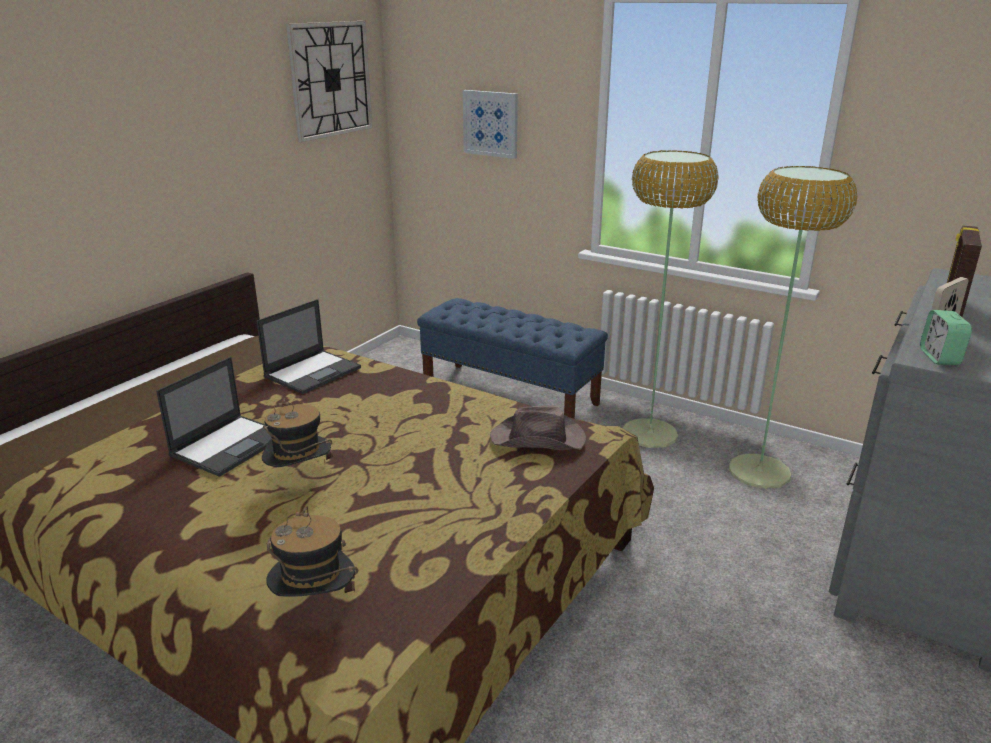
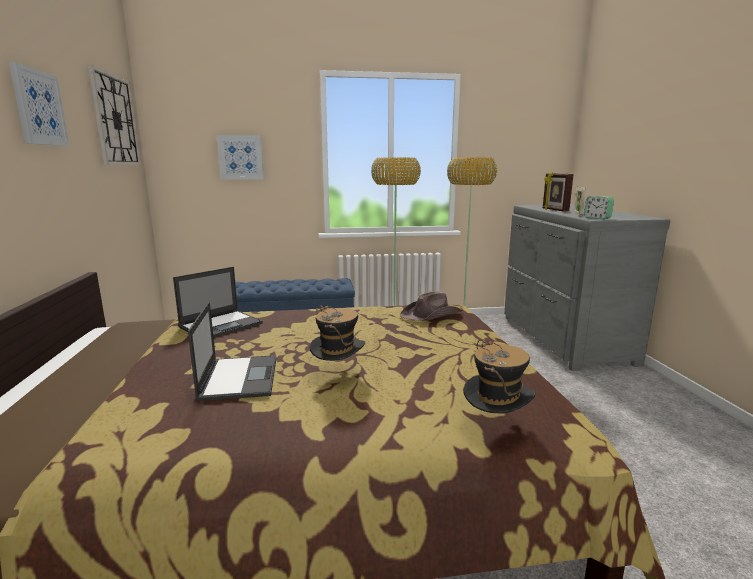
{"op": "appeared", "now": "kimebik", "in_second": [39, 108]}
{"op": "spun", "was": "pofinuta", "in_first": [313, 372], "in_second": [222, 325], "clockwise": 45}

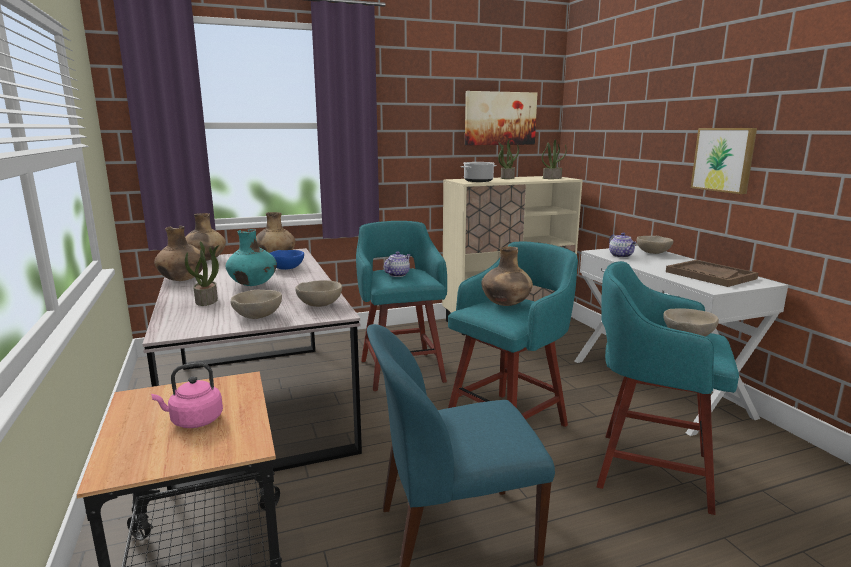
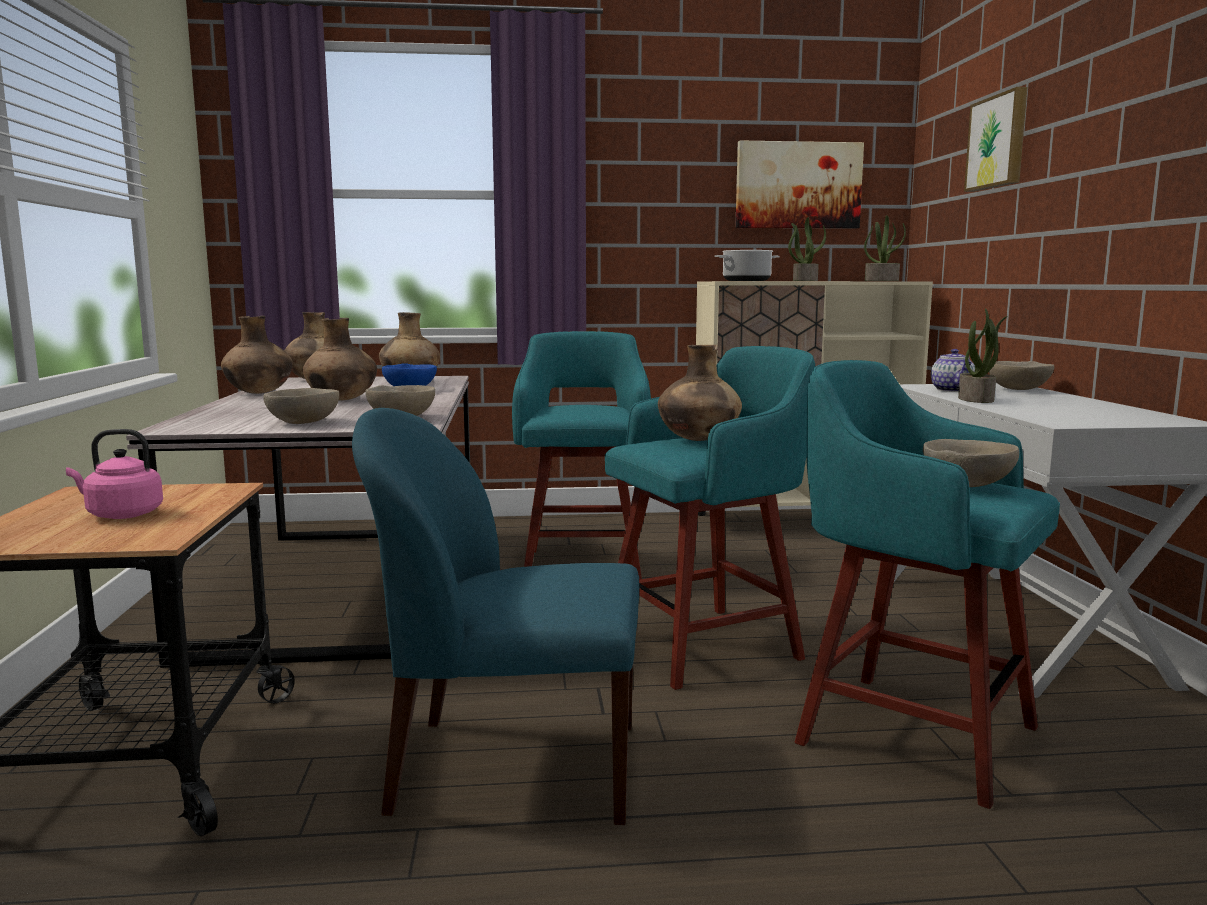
{"op": "colour", "was": "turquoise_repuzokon", "now": "brown_repuzokon", "in_first": [253, 285], "in_second": [342, 400]}
{"op": "relocated", "was": "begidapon", "in_first": [207, 301], "in_second": [977, 399]}
{"op": "relocated", "was": "kimebik", "in_first": [724, 159], "in_second": [999, 142]}
{"op": "missing", "was": "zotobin", "in_first": [397, 274]}
{"op": "missing", "was": "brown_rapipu", "in_first": [710, 275]}

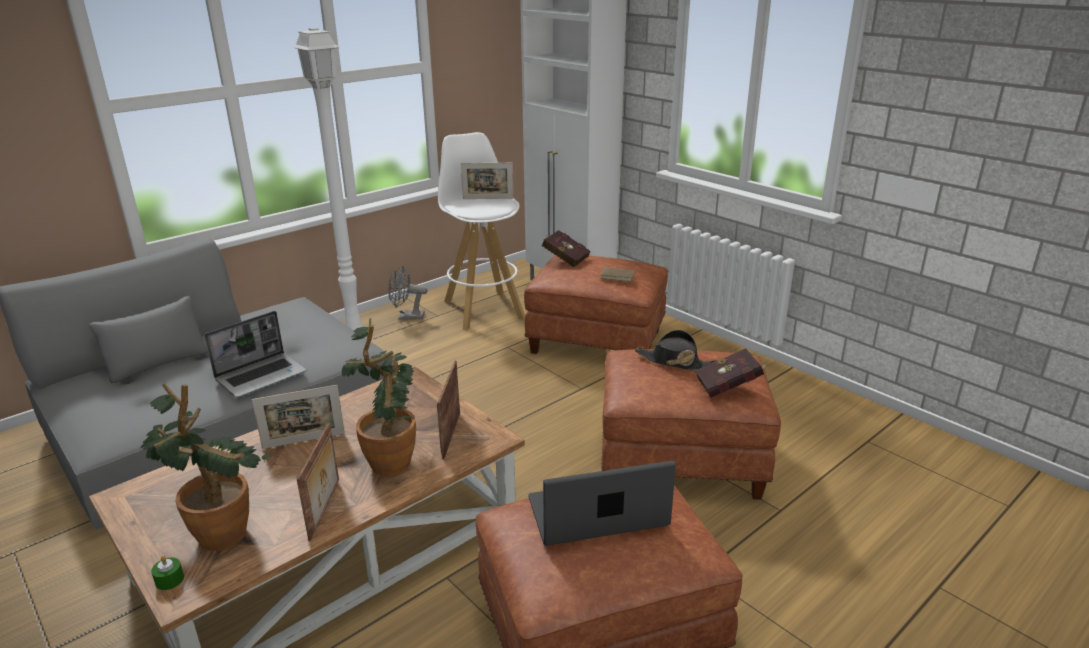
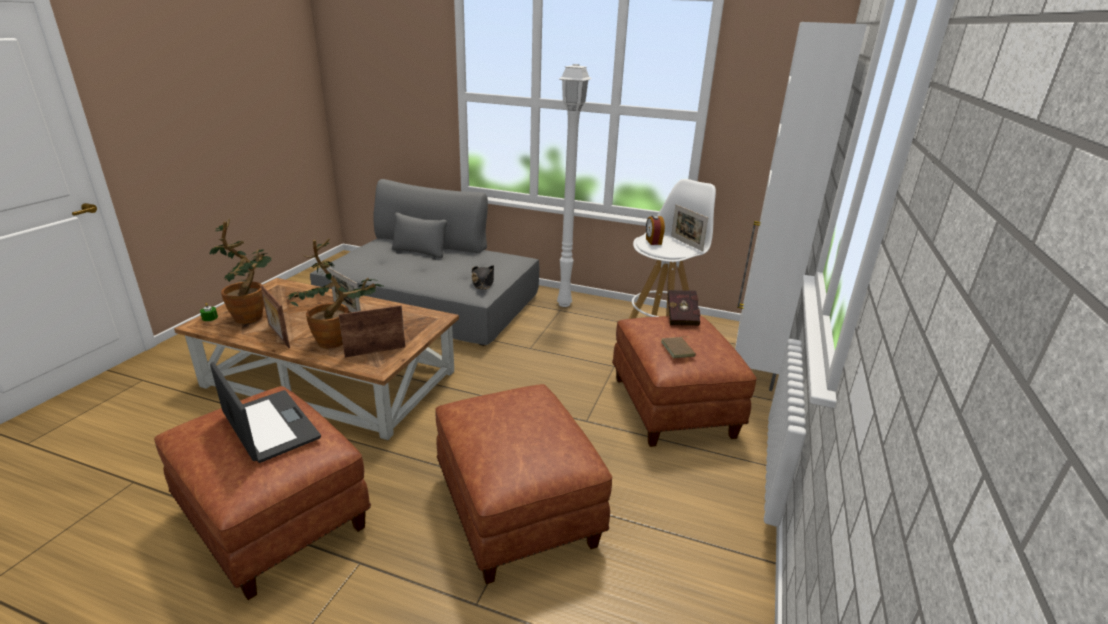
{"op": "spun", "was": "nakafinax", "in_first": [326, 509], "in_second": [278, 336], "clockwise": 75}
{"op": "relocated", "was": "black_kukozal", "in_first": [674, 361], "in_second": [483, 282]}
{"op": "appeared", "now": "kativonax", "in_second": [653, 241]}
{"op": "missing", "was": "pofinuta", "in_first": [262, 376]}
{"op": "missing", "was": "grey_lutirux", "in_first": [407, 317]}
{"op": "missing", "was": "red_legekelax", "in_first": [730, 387]}

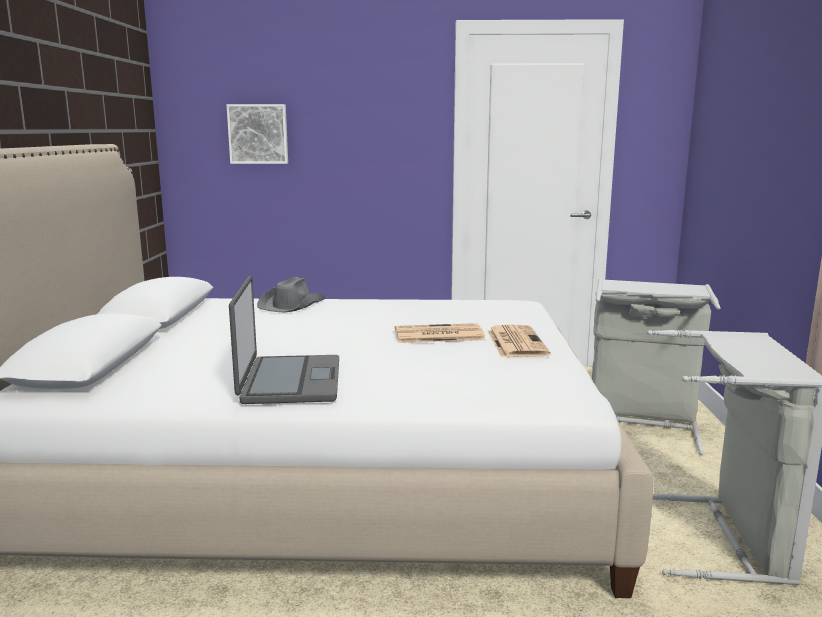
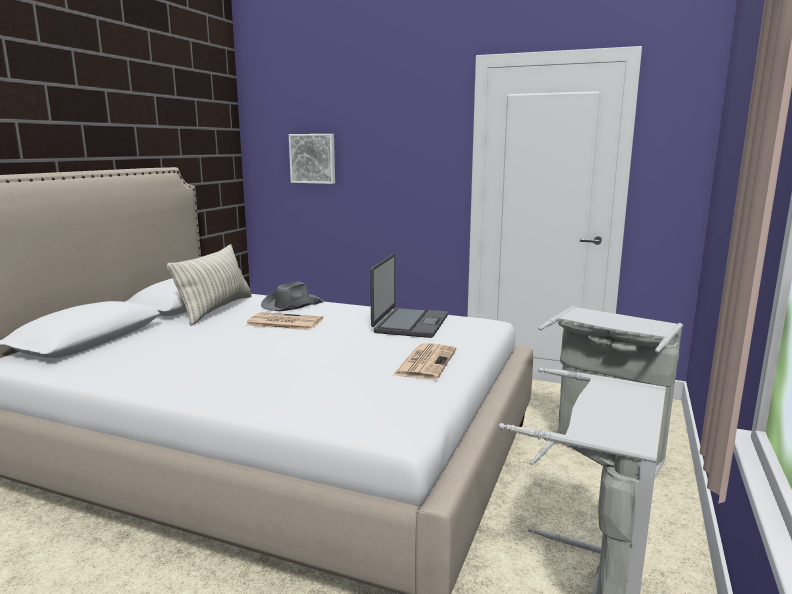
{"op": "appeared", "now": "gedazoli", "in_second": [216, 309]}
{"op": "relocated", "was": "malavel", "in_first": [437, 335], "in_second": [283, 322]}
{"op": "relocated", "was": "pofinuta", "in_first": [289, 381], "in_second": [410, 324]}

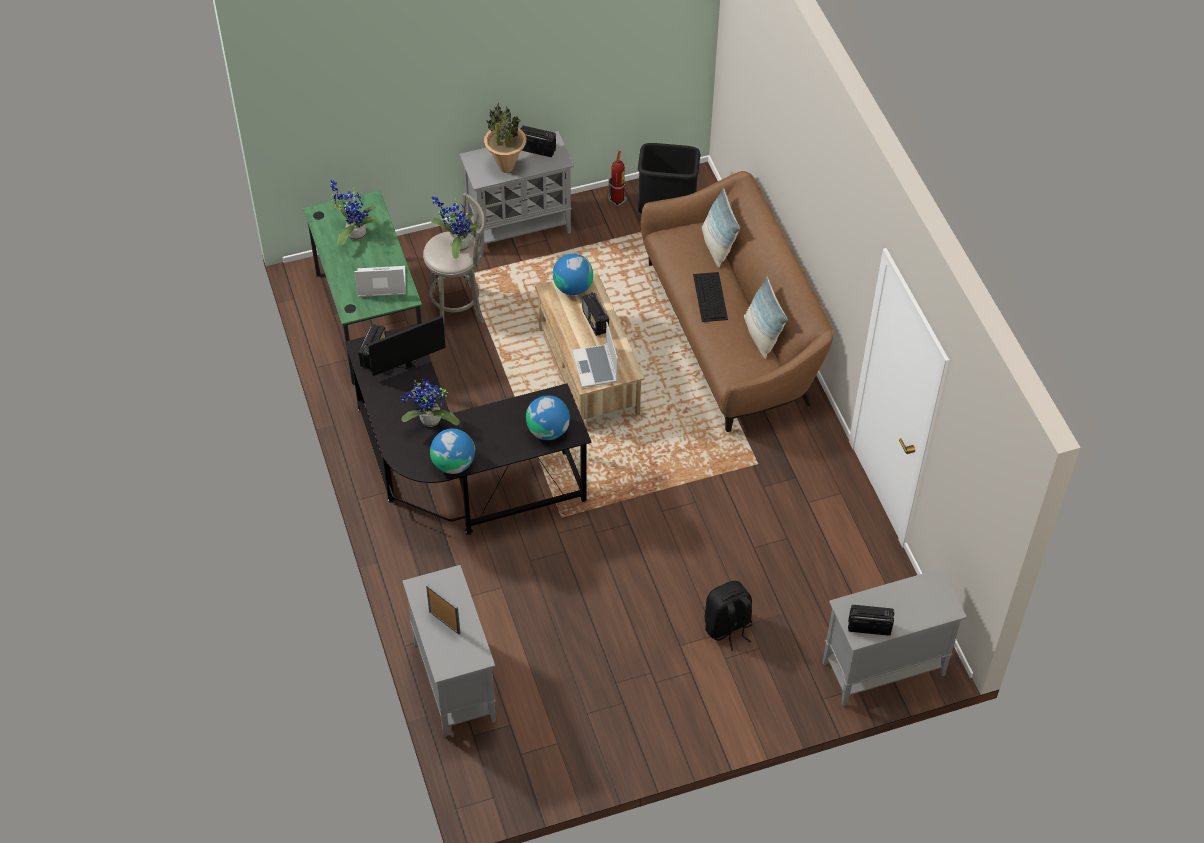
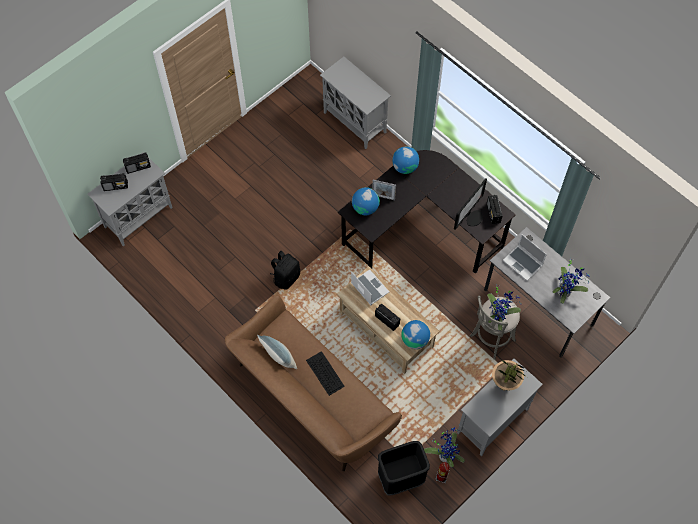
{"op": "relocated", "was": "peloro", "in_first": [537, 149], "in_second": [116, 186]}
{"op": "relocated", "was": "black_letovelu", "in_first": [728, 627], "in_second": [286, 277]}
{"op": "relocated", "was": "nakafinax", "in_first": [444, 622], "in_second": [383, 197]}
{"op": "relocated", "was": "begidapon", "in_first": [429, 422], "in_second": [445, 454]}
{"op": "colour", "was": "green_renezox", "now": "grey_renezox", "in_first": [370, 319], "in_second": [538, 307]}
{"op": "spun", "was": "pofinuta", "in_first": [380, 283], "in_second": [523, 263], "clockwise": 75}
{"op": "missing", "was": "gedazoli", "in_first": [717, 246]}

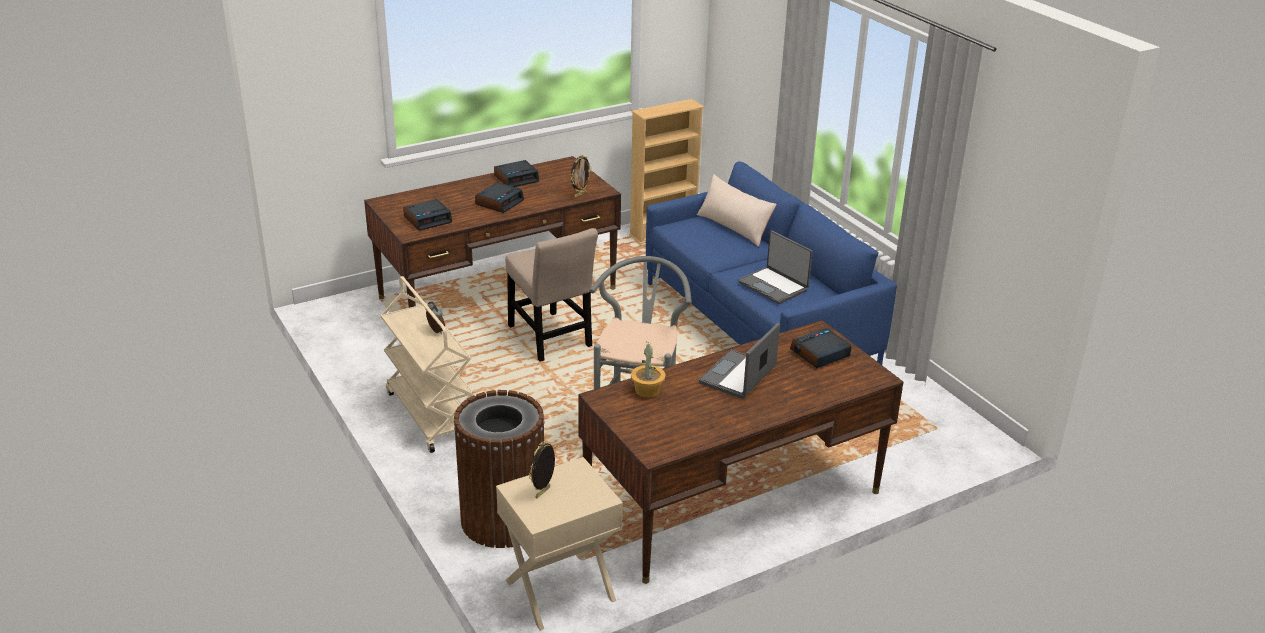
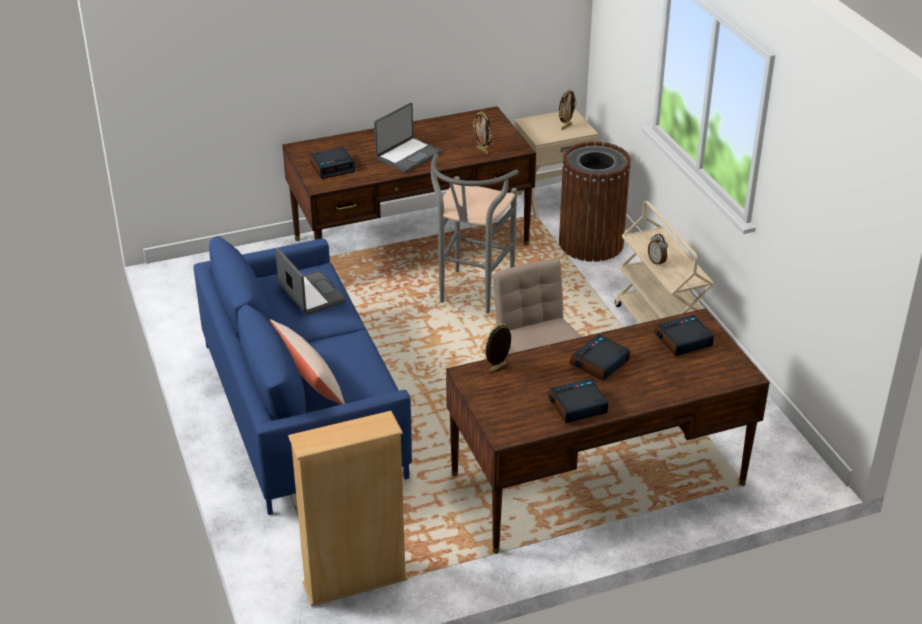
{"op": "exchanged", "was": "begidapon", "now": "nakafinax", "in_first": [647, 390], "in_second": [483, 151]}

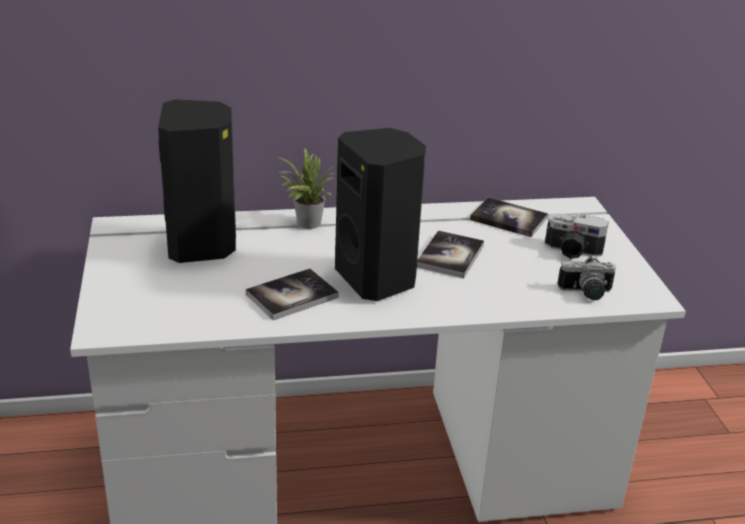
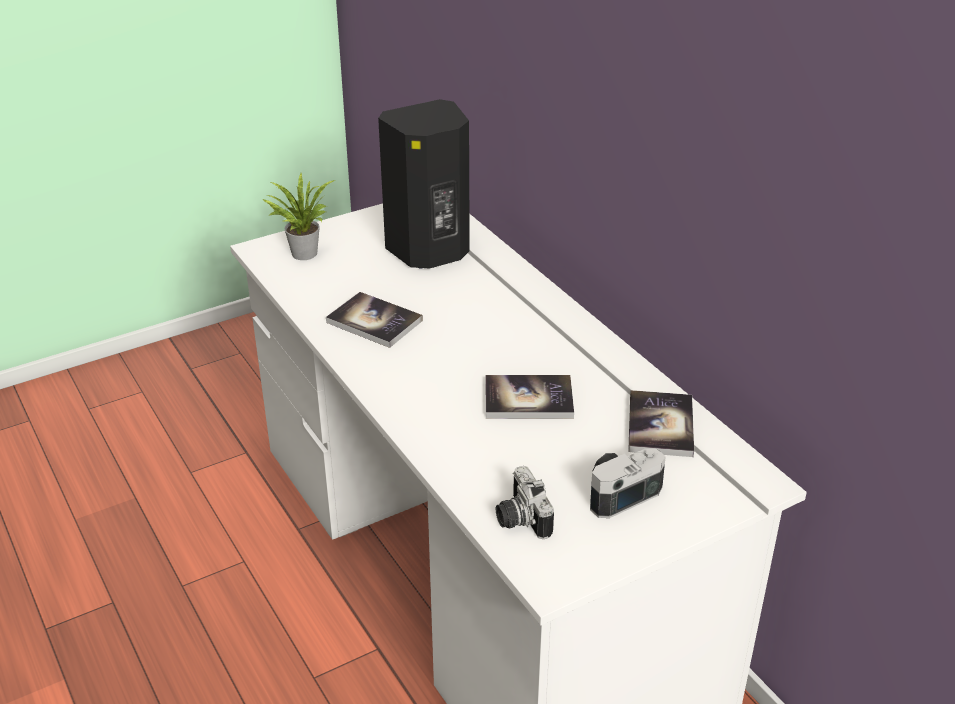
{"op": "relocated", "was": "begidapon", "in_first": [305, 223], "in_second": [302, 252]}
{"op": "spun", "was": "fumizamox", "in_first": [572, 251], "in_second": [619, 492], "clockwise": 60}
{"op": "missing", "was": "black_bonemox", "in_first": [378, 279]}

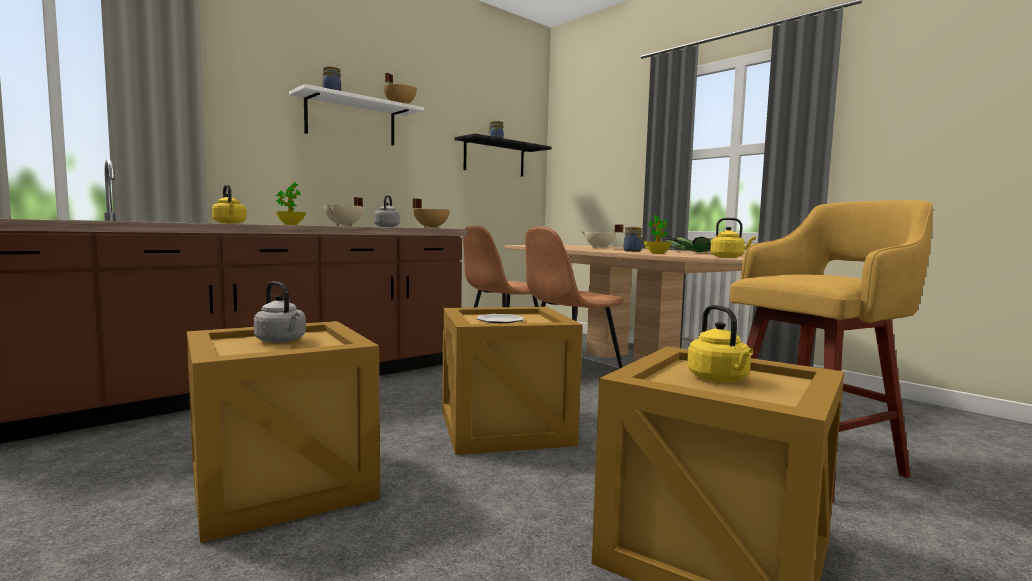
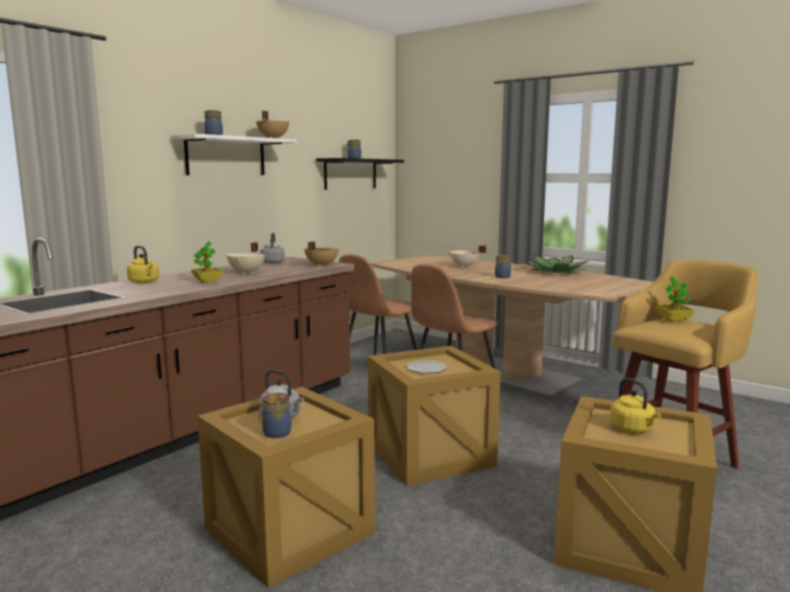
{"op": "appeared", "now": "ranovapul", "in_second": [275, 433]}
{"op": "relocated", "was": "begidapon", "in_first": [657, 253], "in_second": [674, 320]}
{"op": "missing", "was": "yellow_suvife", "in_first": [729, 257]}

